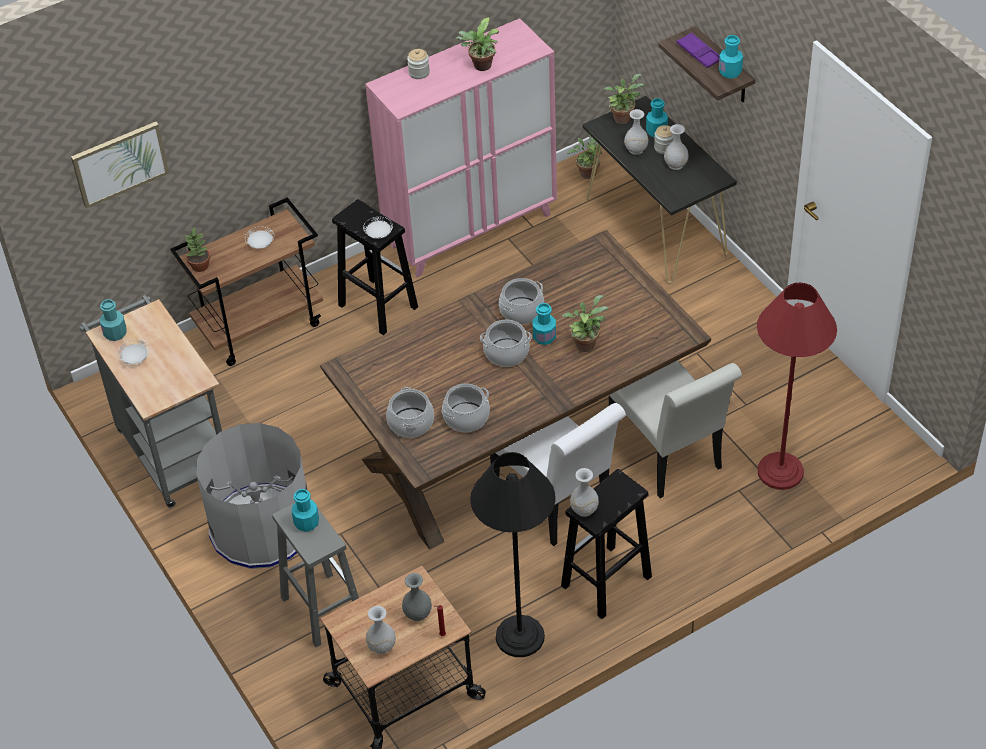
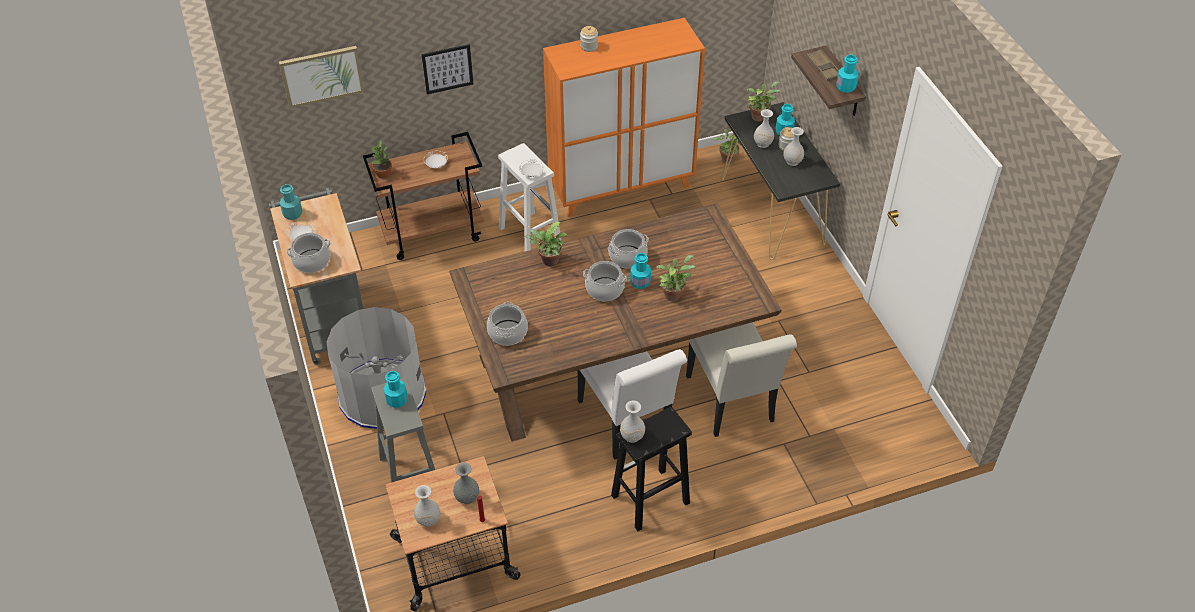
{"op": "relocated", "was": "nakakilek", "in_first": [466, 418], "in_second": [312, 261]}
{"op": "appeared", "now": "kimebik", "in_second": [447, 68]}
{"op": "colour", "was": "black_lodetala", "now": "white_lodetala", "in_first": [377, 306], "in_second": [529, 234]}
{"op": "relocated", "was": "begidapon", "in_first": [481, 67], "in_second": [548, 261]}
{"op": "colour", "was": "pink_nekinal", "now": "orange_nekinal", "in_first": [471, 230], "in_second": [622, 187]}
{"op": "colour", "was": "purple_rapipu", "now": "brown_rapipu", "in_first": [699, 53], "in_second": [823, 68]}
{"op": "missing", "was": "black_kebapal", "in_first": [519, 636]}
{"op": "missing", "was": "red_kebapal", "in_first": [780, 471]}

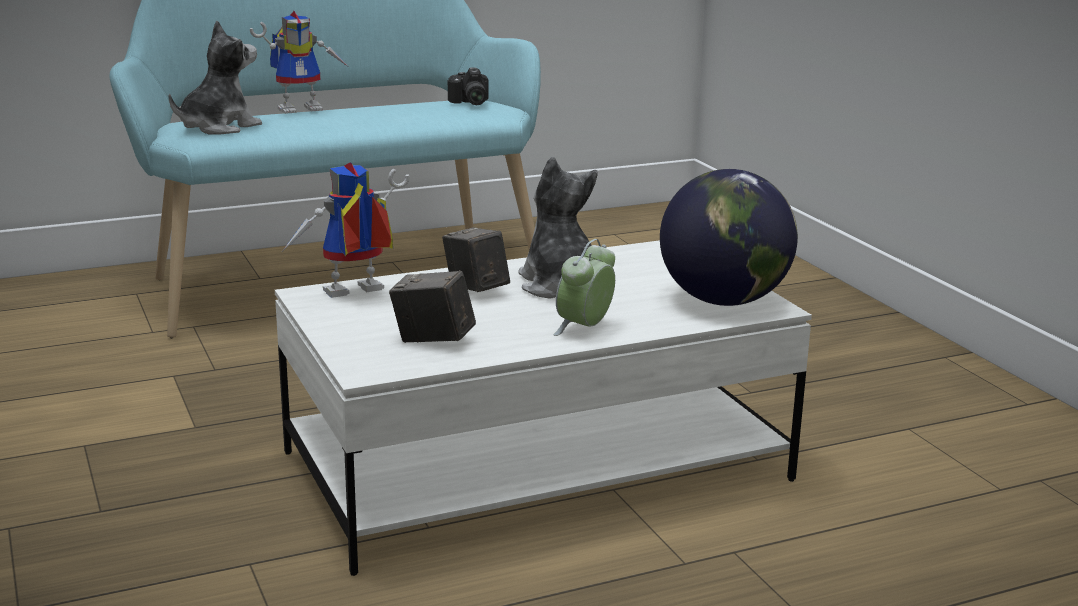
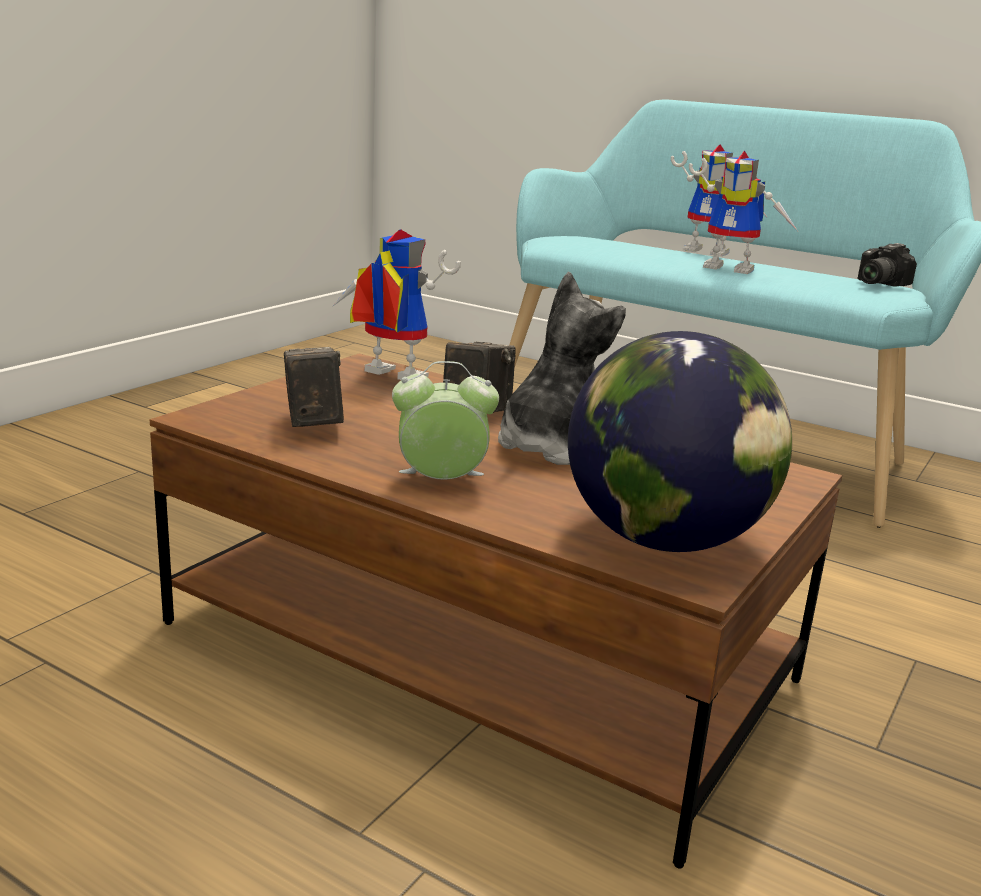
{"op": "colour", "was": "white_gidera", "now": "brown_gidera", "in_first": [536, 467], "in_second": [475, 652]}
{"op": "appeared", "now": "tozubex", "in_second": [734, 268]}
{"op": "missing", "was": "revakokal", "in_first": [218, 127]}

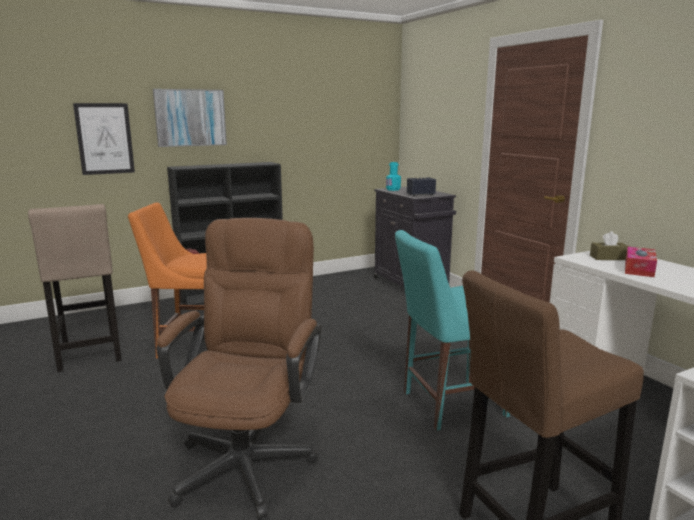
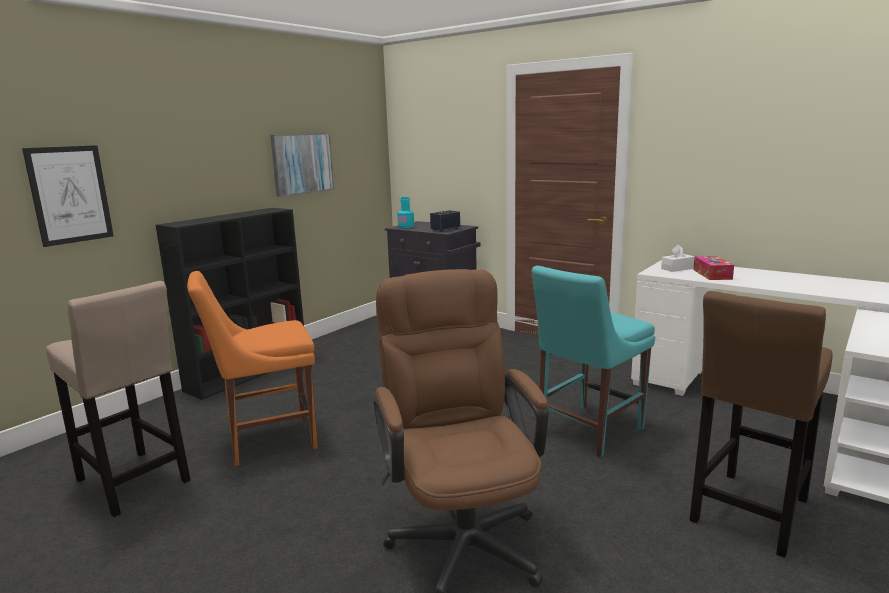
{"op": "relocated", "was": "kimebik", "in_first": [190, 118], "in_second": [302, 163]}
{"op": "colour", "was": "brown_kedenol", "now": "white_kedenol", "in_first": [608, 258], "in_second": [677, 268]}

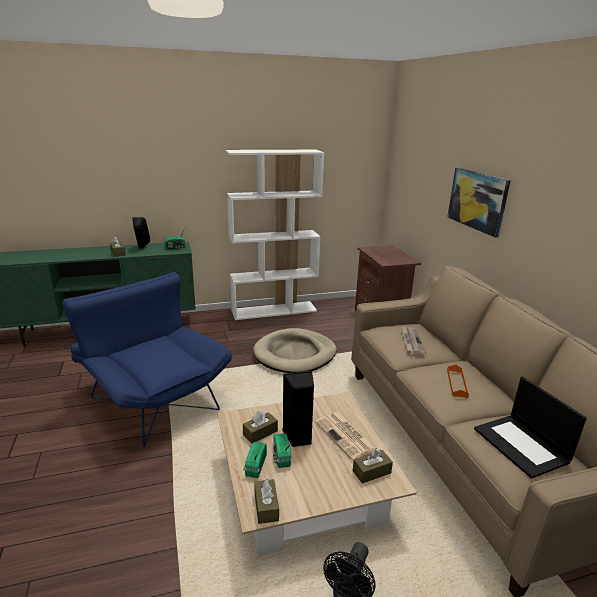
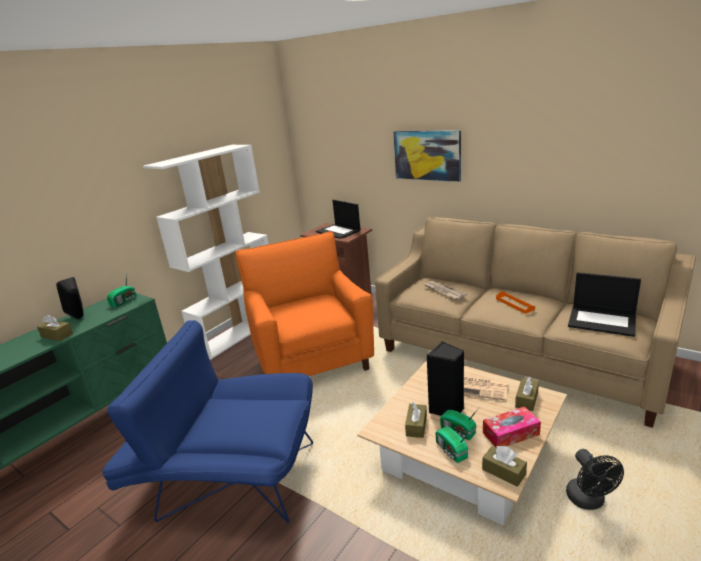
{"op": "exchanged", "was": "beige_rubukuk", "now": "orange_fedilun", "in_first": [295, 354], "in_second": [312, 359]}
{"op": "appeared", "now": "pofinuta", "in_second": [338, 231]}
{"op": "appeared", "now": "kedenol", "in_second": [511, 433]}

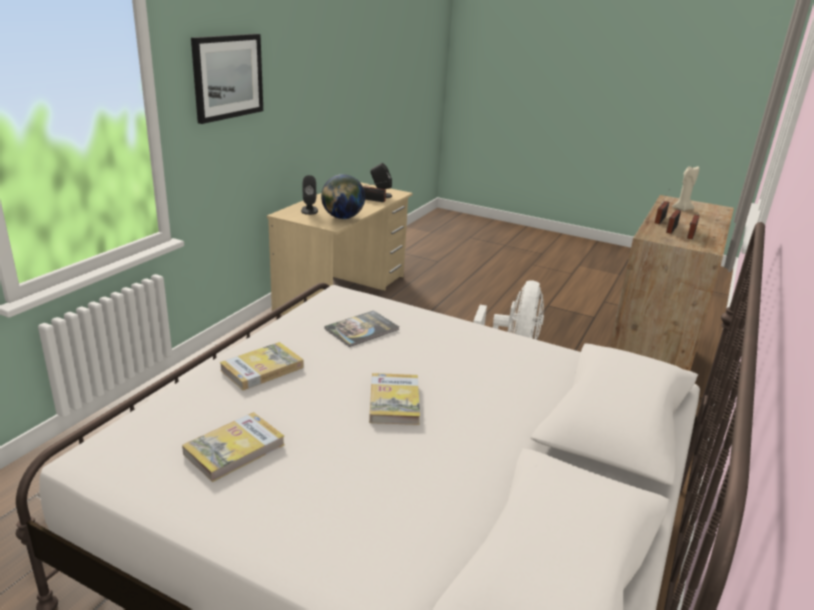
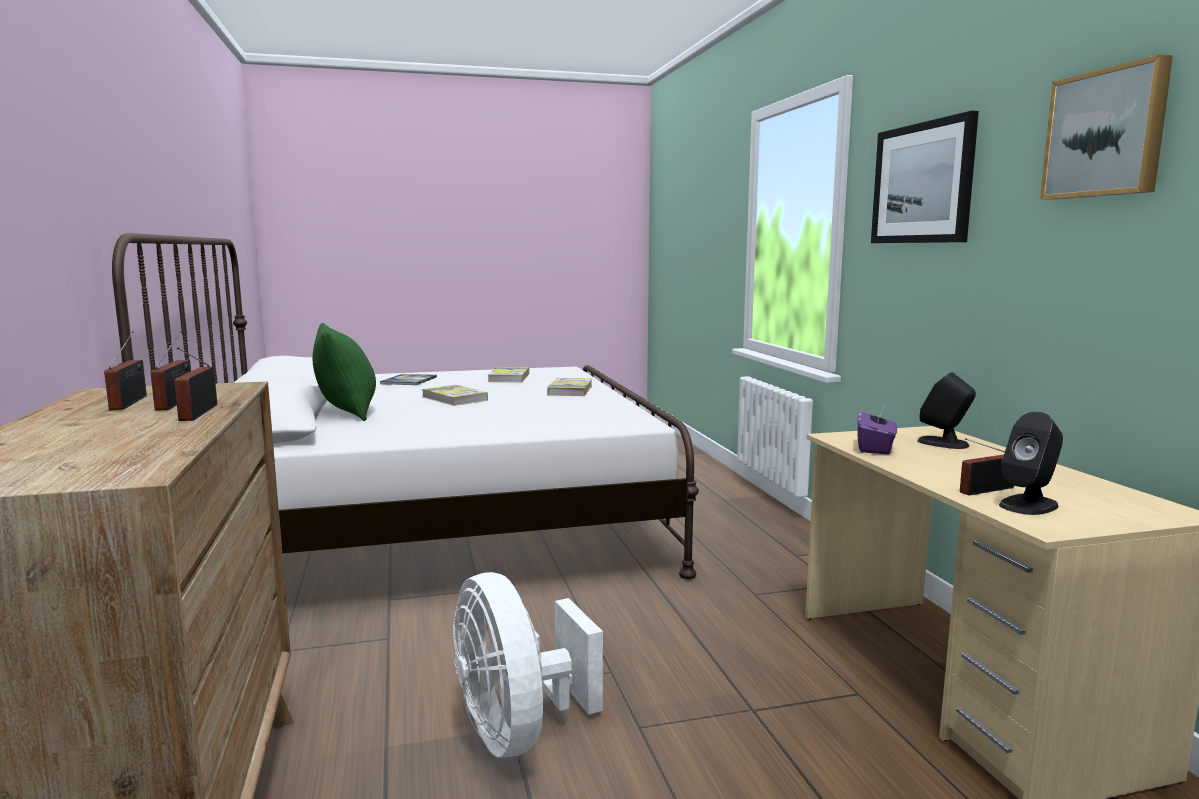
{"op": "appeared", "now": "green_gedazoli", "in_second": [347, 412]}
{"op": "relocated", "was": "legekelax", "in_first": [362, 329], "in_second": [408, 381]}
{"op": "exchanged", "was": "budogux", "now": "purple_kedenol", "in_first": [342, 218], "in_second": [875, 448]}
{"op": "appeared", "now": "kimebik", "in_second": [1106, 134]}
{"op": "missing", "was": "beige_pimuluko", "in_first": [681, 209]}

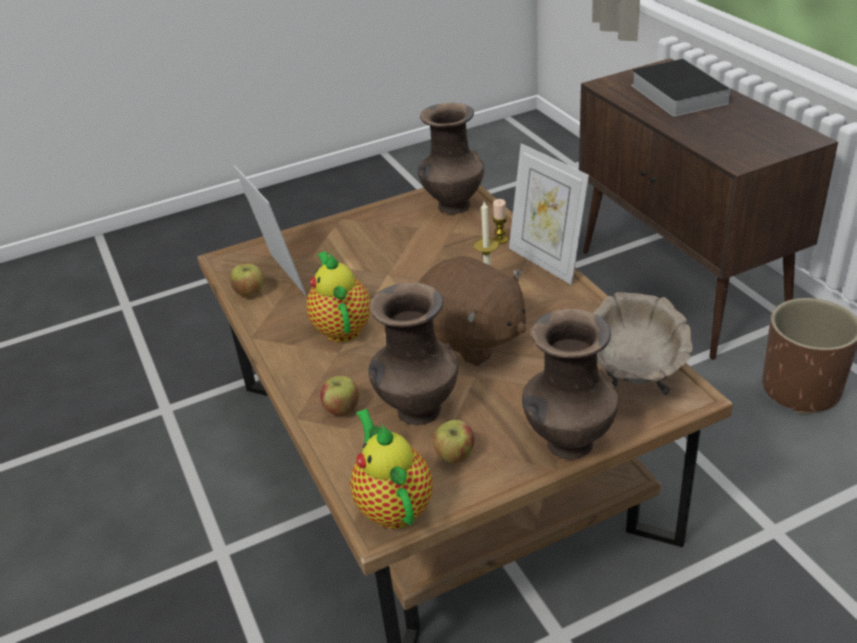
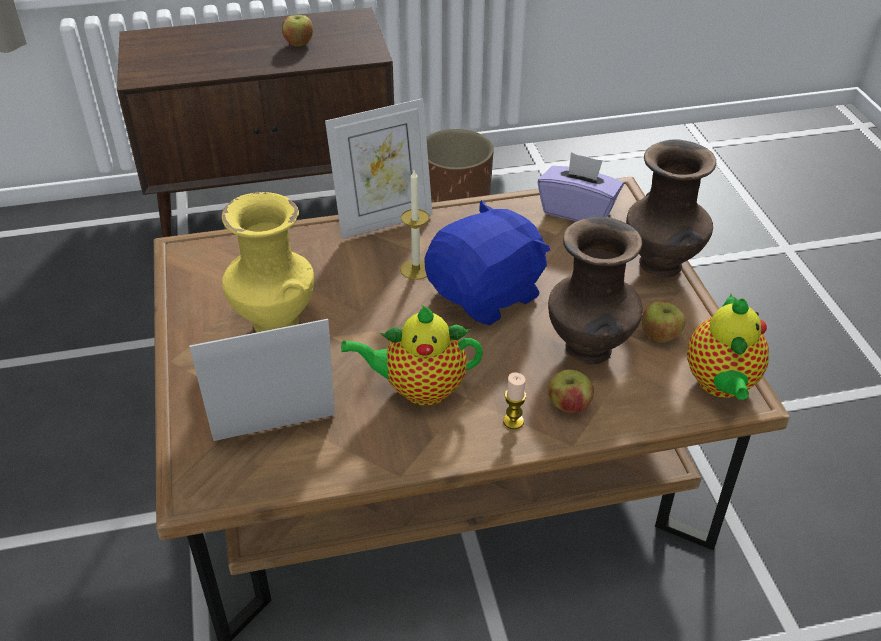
{"op": "appeared", "now": "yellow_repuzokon", "in_second": [274, 322]}
{"op": "relocated", "was": "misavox", "in_first": [250, 292], "in_second": [298, 43]}
{"op": "colour", "was": "brown_revakokal", "now": "blue_revakokal", "in_first": [470, 338], "in_second": [487, 295]}
{"op": "relocated", "was": "pimuluko", "in_first": [500, 240], "in_second": [513, 421]}
{"op": "exchanged", "was": "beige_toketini", "now": "purple_kedenol", "in_first": [634, 371], "in_second": [578, 210]}
{"op": "spun", "was": "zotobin", "in_first": [393, 505], "in_second": [720, 385], "clockwise": -75}
{"op": "missing", "was": "brown_repuzokon", "in_first": [452, 206]}
{"op": "missing", "was": "legekelax", "in_first": [676, 93]}

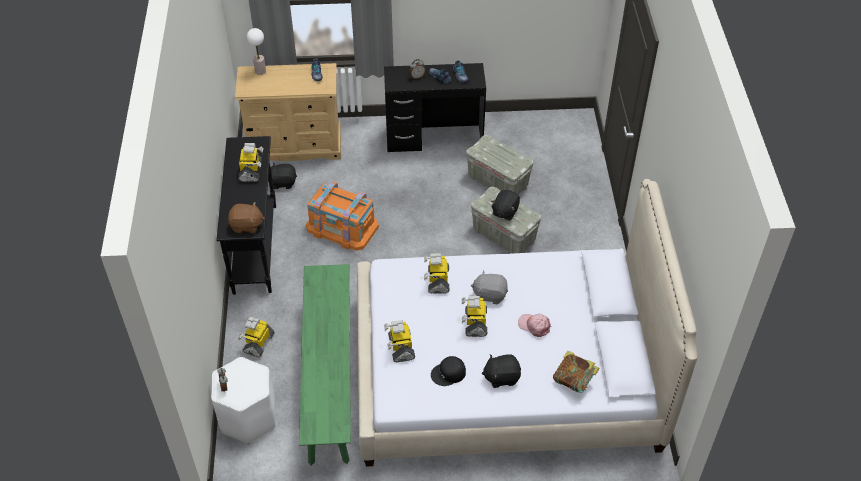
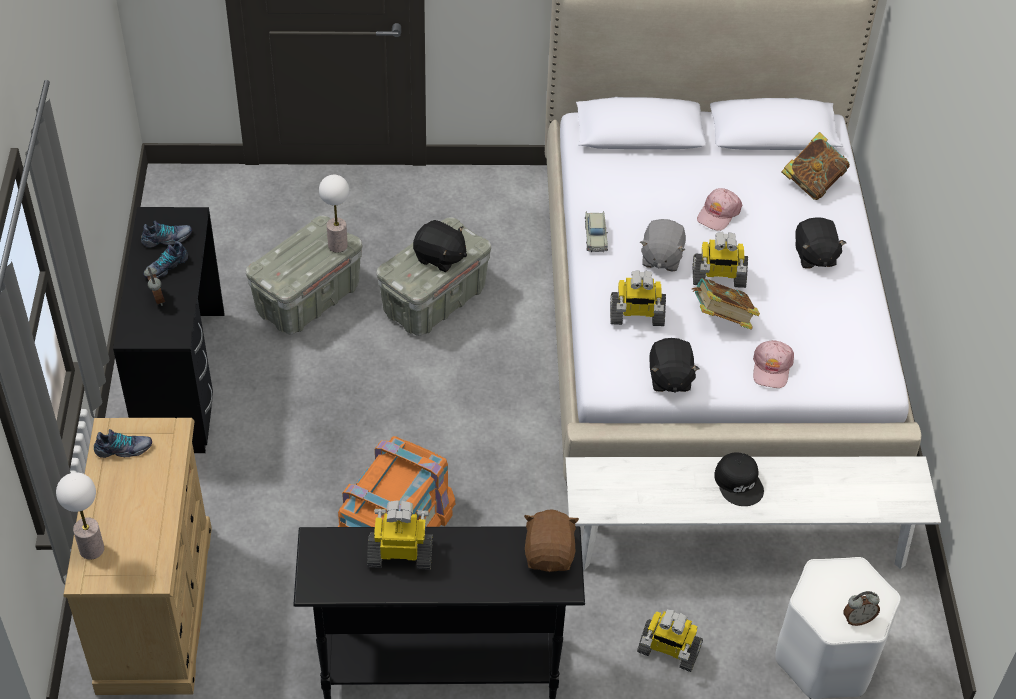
{"op": "appeared", "now": "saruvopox", "in_second": [338, 245]}
{"op": "colour", "was": "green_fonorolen", "now": "white_fonorolen", "in_first": [329, 379], "in_second": [739, 542]}
{"op": "appeared", "now": "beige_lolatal", "in_second": [595, 236]}
{"op": "relocated", "was": "black_revakokal", "in_first": [282, 182], "in_second": [669, 378]}
{"op": "appeared", "now": "legekelax", "in_second": [721, 319]}
{"op": "relocated", "was": "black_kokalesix", "in_first": [448, 374], "in_second": [739, 482]}
{"op": "exchanged", "was": "tozubex", "now": "pink_kokalesix", "in_first": [400, 347], "in_second": [771, 368]}

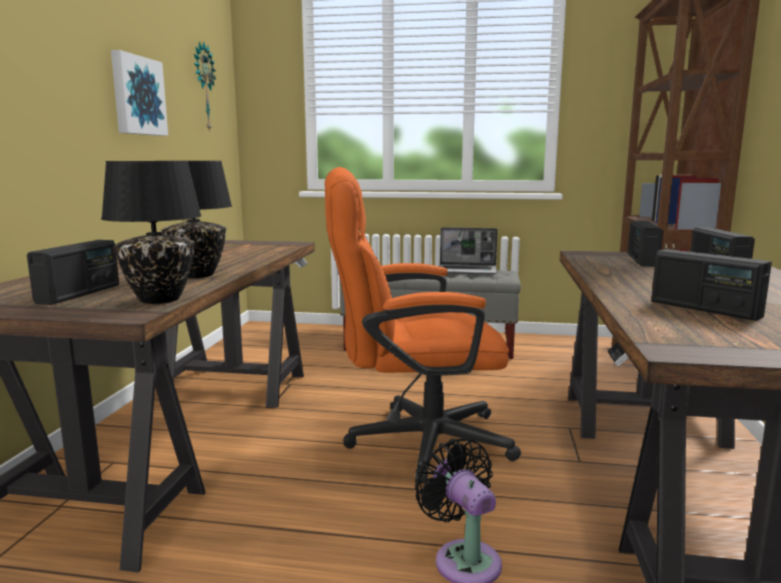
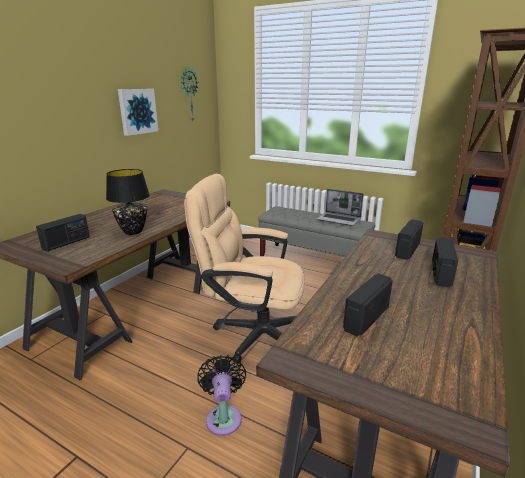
{"op": "colour", "was": "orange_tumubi", "now": "beige_tumubi", "in_first": [413, 442], "in_second": [252, 333]}
{"op": "spun", "was": "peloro", "in_first": [704, 309], "in_second": [365, 318], "clockwise": 60}
{"op": "missing", "was": "black_saruvopox", "in_first": [159, 300]}

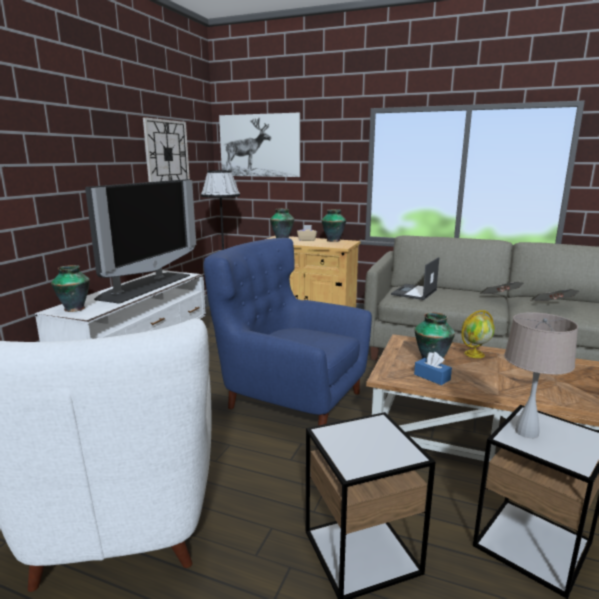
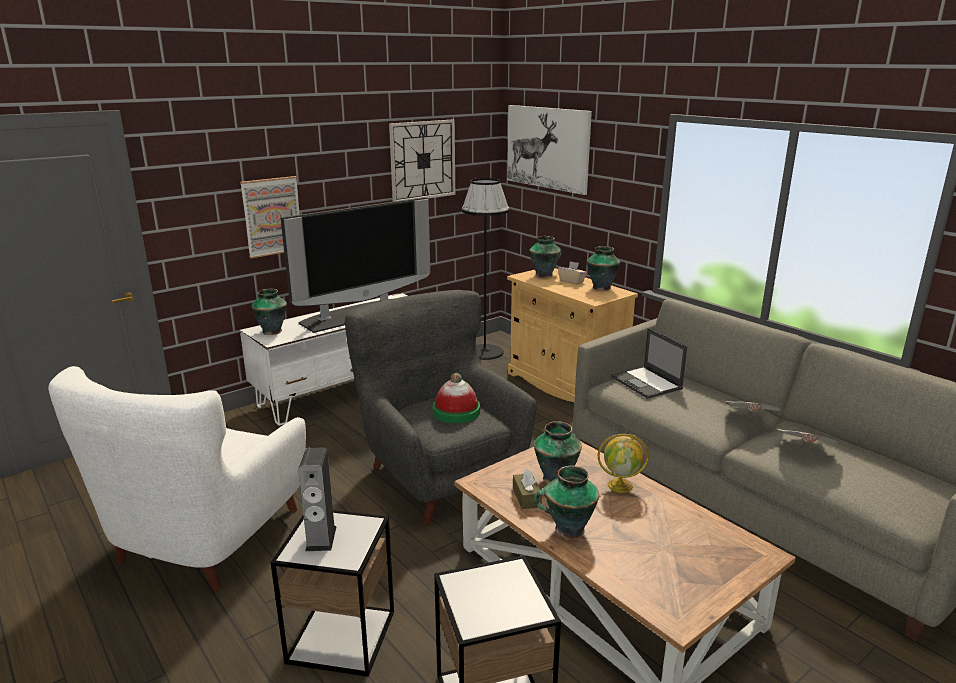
{"op": "appeared", "now": "kimebik", "in_second": [272, 216]}
{"op": "appeared", "now": "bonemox", "in_second": [321, 538]}
{"op": "colour", "was": "blue_fedilun", "now": "grey_fedilun", "in_first": [290, 398], "in_second": [440, 475]}
{"op": "appeared", "now": "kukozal", "in_second": [456, 411]}
{"op": "colour", "was": "blue_kedenol", "now": "brown_kedenol", "in_first": [432, 377], "in_second": [526, 497]}
{"op": "appeared", "now": "repuzokon", "in_second": [568, 529]}
{"op": "spun", "was": "pofinuta", "in_first": [414, 292], "in_second": [647, 383], "clockwise": -90}
{"op": "missing", "was": "beige_saruvopox", "in_first": [526, 431]}

